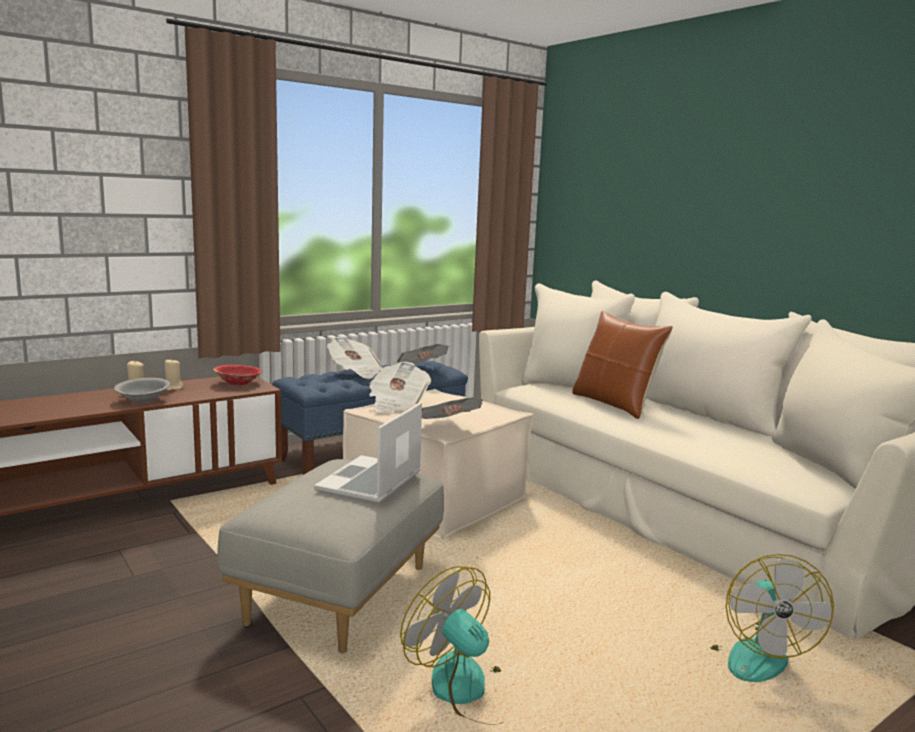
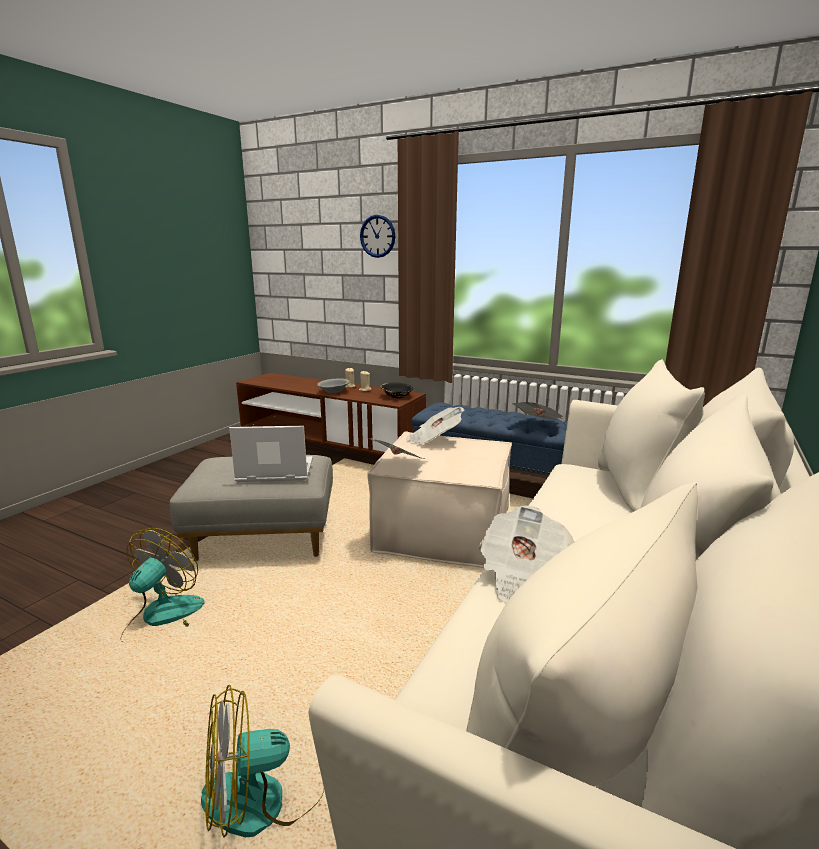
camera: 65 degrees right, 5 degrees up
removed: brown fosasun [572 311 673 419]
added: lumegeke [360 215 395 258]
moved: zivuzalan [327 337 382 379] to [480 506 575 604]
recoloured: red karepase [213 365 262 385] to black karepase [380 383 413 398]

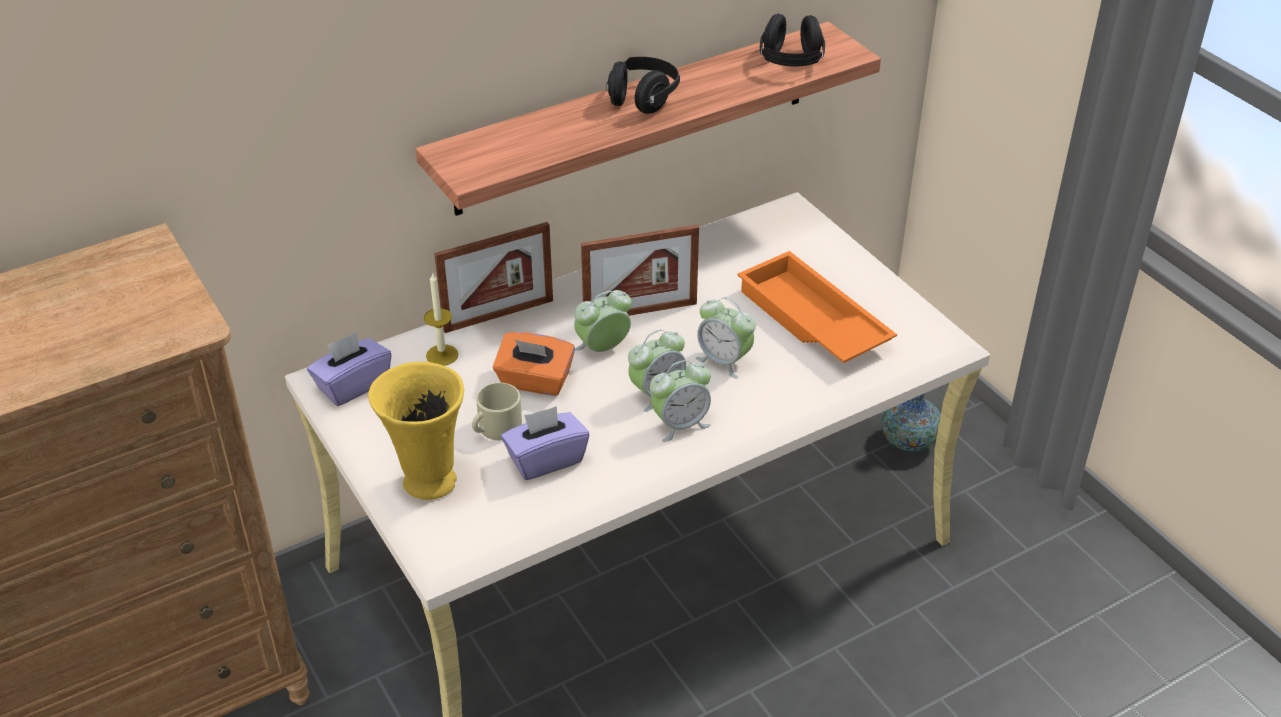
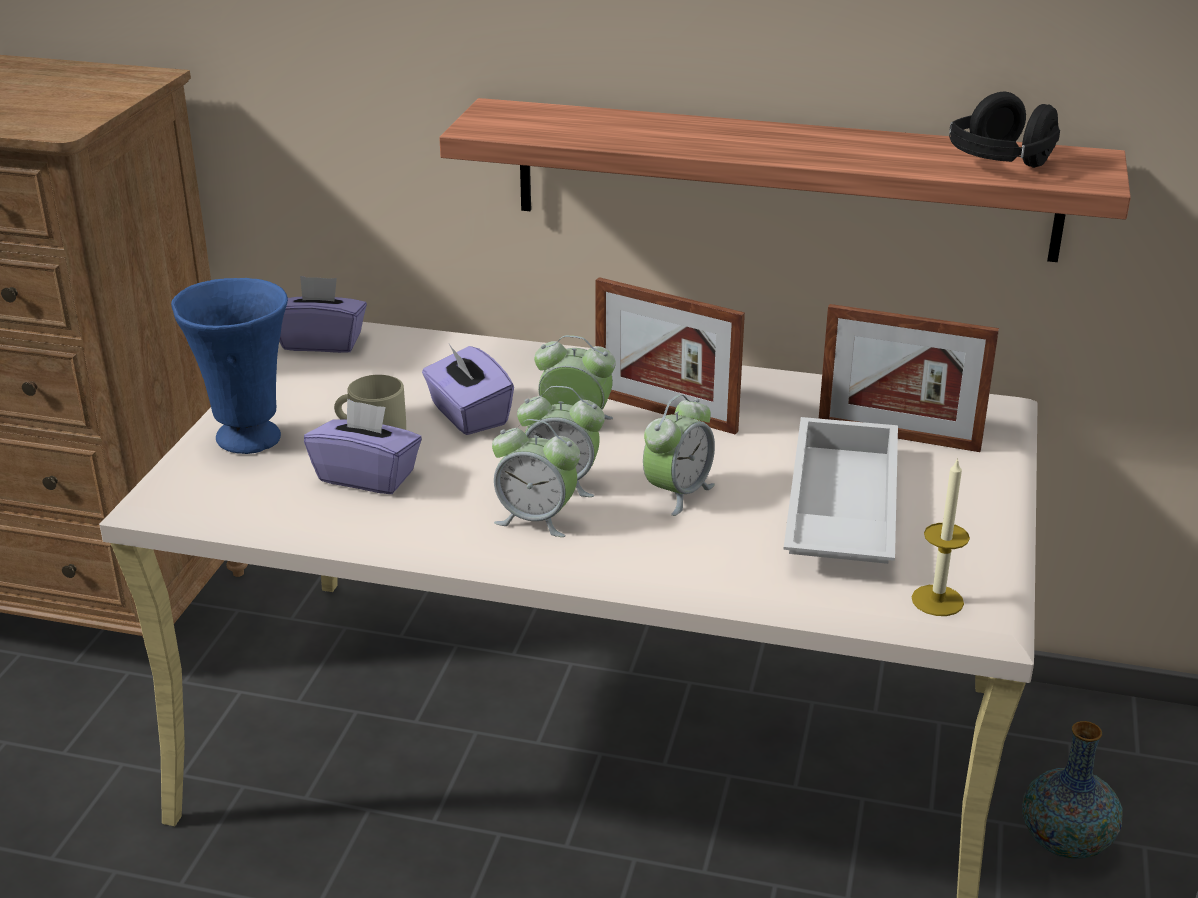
camera: 45 degrees right, 10 degrees down
removed: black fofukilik [607 57 680 114]
moved: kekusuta [434 222 553 333] to [819 304 999 452]; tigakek [424 273 458 366] to [912 458 970 616]
recoloured: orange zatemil [737 251 897 363] to white zatemil [783 417 898 564]; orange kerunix [493 332 575 396] to purple kerunix [422 344 514 435]; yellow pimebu [368 362 464 500] to blue pimebu [171 278 288 454]
turned: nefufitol [696 297 756 379] = [643 394 715 516] 135 degrees counterclockwise

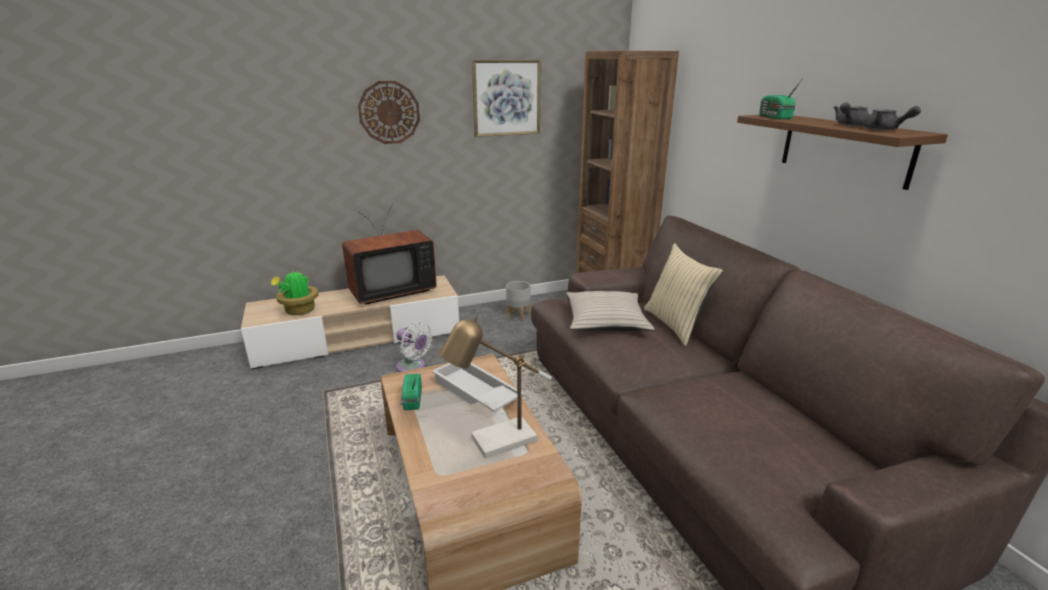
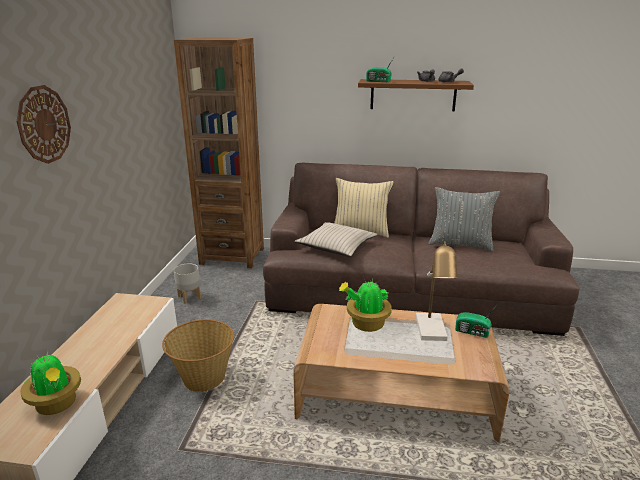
camera: 60 degrees left, 0 degrees up
removed: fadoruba [472 60 541 137]; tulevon [342 204 437 304]
added: grey fosasun [428 187 500 252]
moved: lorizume [400 374 422 410] to [455 305 497 338]
replaced: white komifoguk [396 321 433 372] to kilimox [162 319 234 392]; white zatemil [432 363 524 412] to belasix [339 279 392 332]

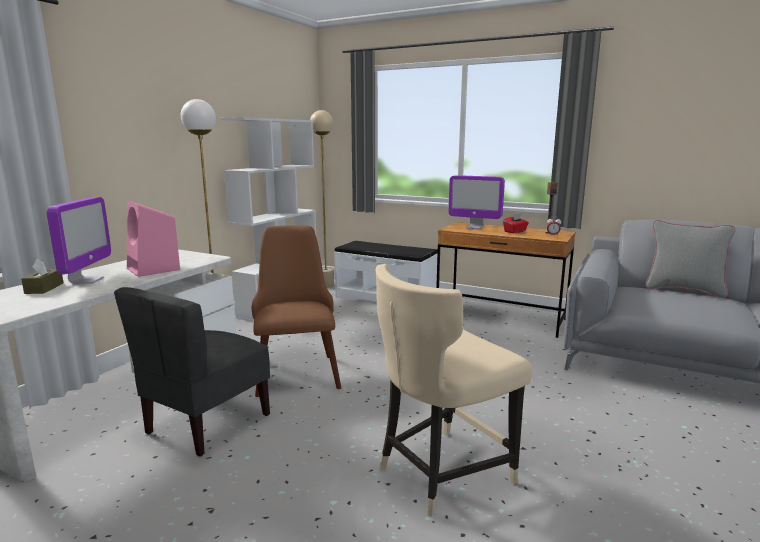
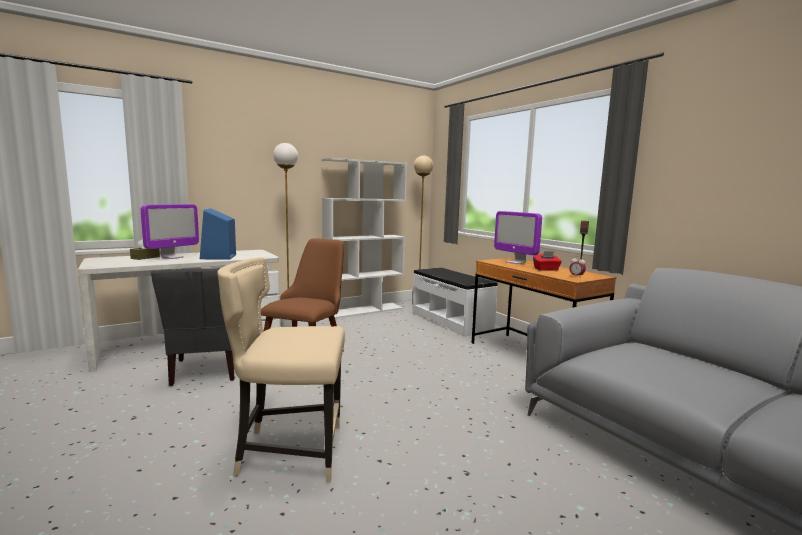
camera: 30 degrees right, 5 degrees down
removed: grey fosasun [646 220 735 298]
recoloured: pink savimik [127 200 180 277] to blue savimik [200 208 236 259]
turned: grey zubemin [114 287 270 457] = [151 268 235 386] 75 degrees counterclockwise

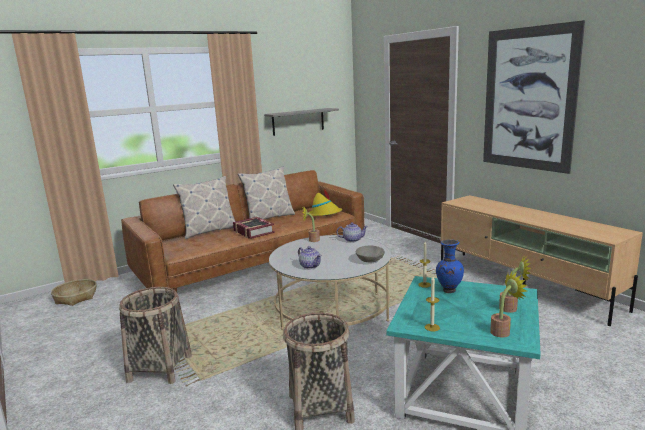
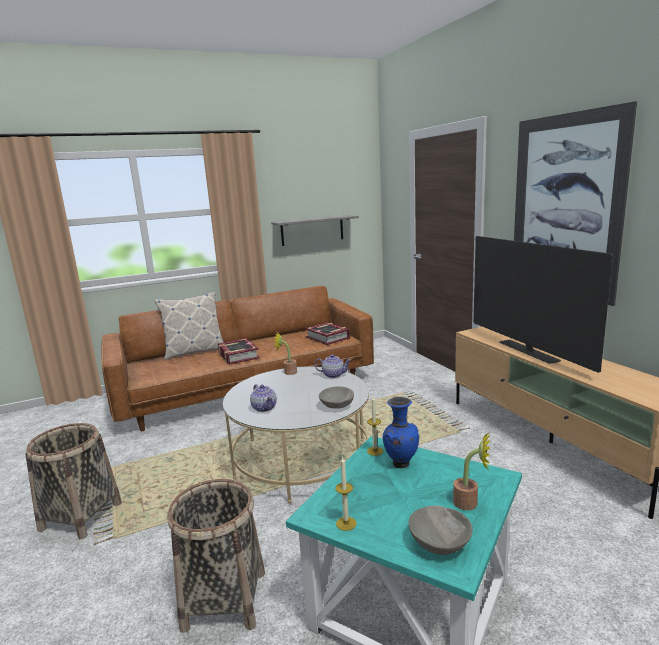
camera: 10 degrees right, 0 degrees up
removed: fosasun [238 167 295 219]; kilimox [51 279 97 306]
added: tulevon [473 236 613 373]
replaced: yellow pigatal [309 189 342 216] to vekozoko [305 322 350 345]; belasix [490 272 527 338] to grey karepase [409 505 473 555]

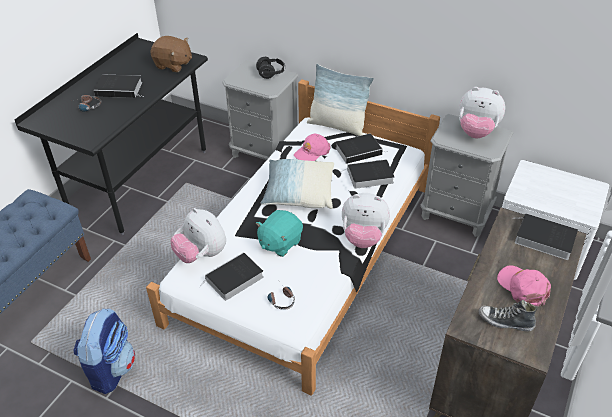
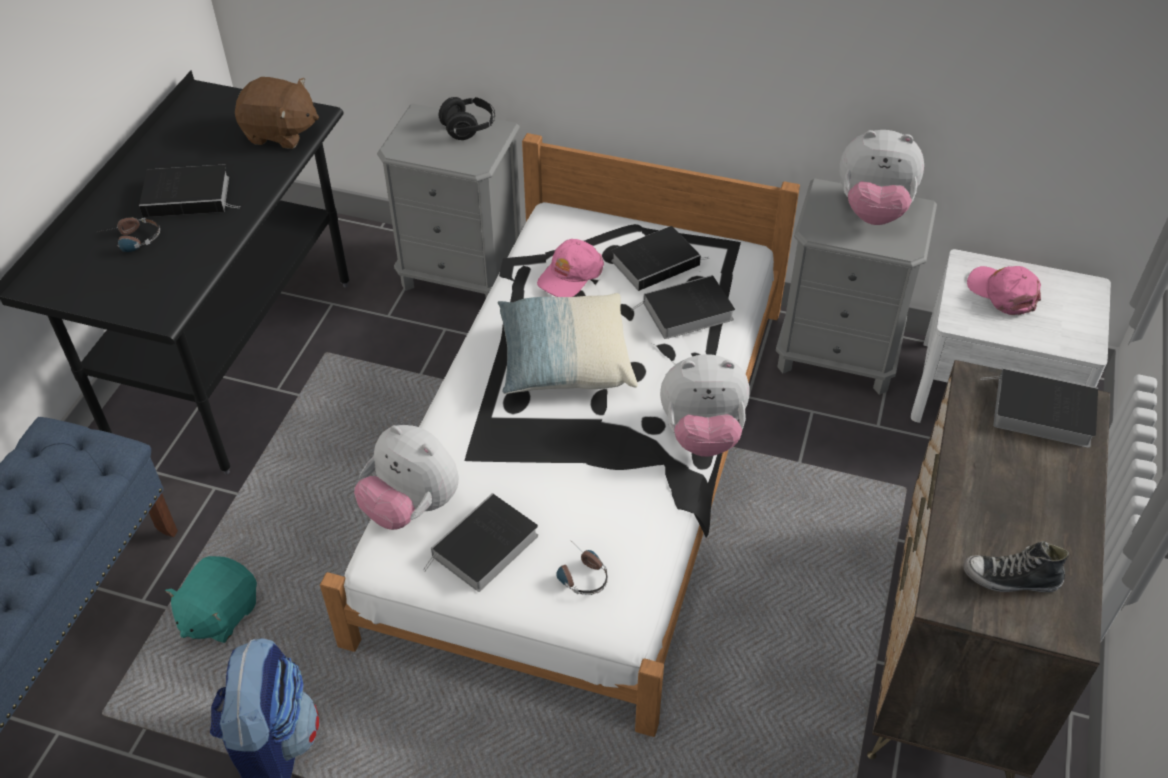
camera: 10 degrees left, 5 degrees up
removed: fosasun [307 64 374 136]
moved: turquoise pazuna [256 210 303 257] to [165 556 257 643]; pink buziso [497 265 551 306] to [967 266 1041 315]

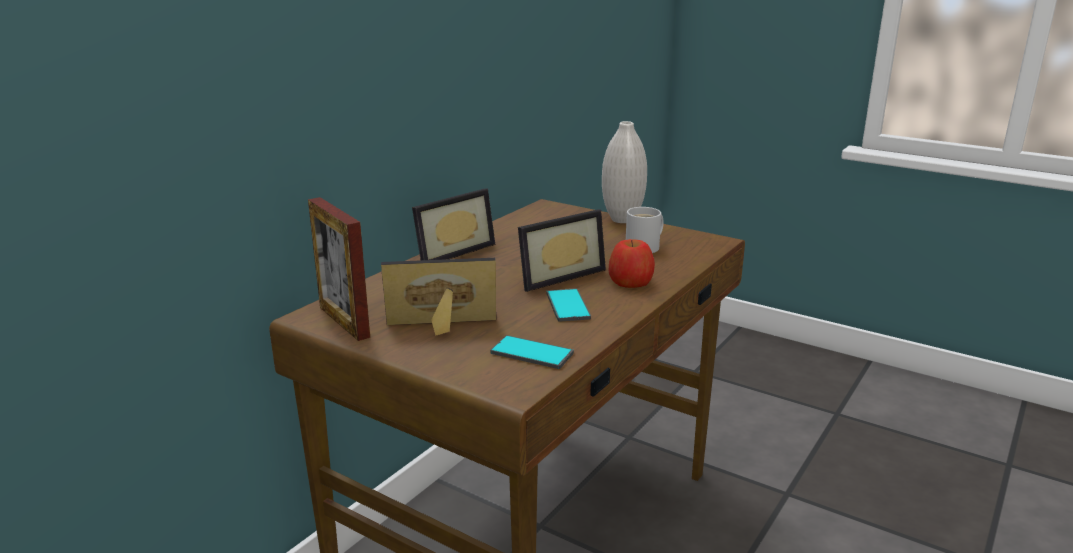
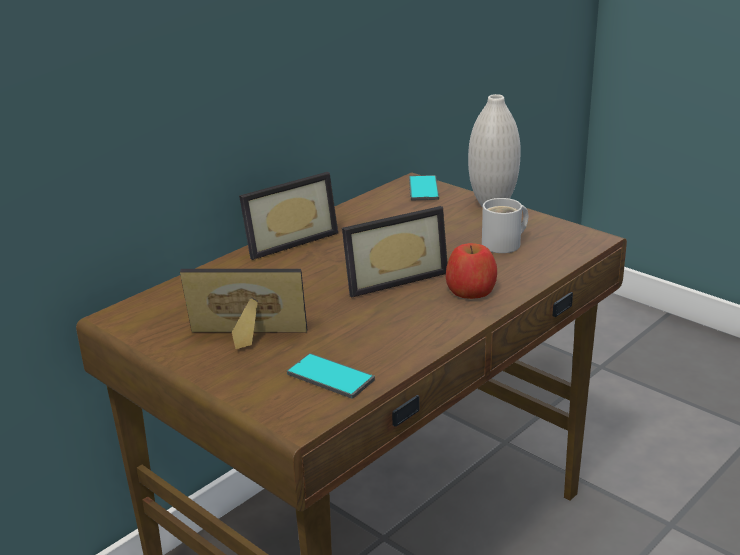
camera: 10 degrees right, 5 degrees up
removed: kekusuta [308 197 370 341]
moved: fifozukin [547 288 591 322] to [409 175 439 200]

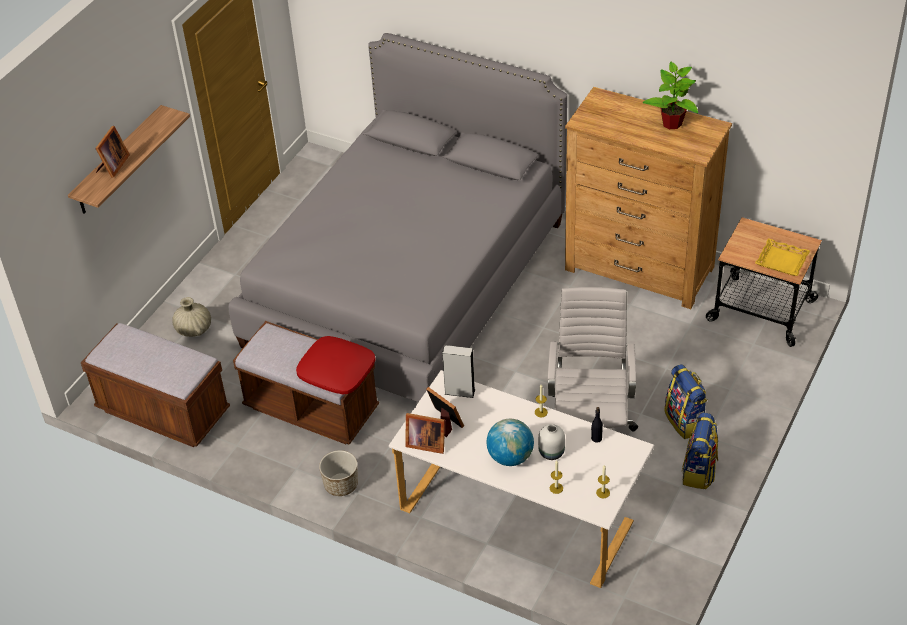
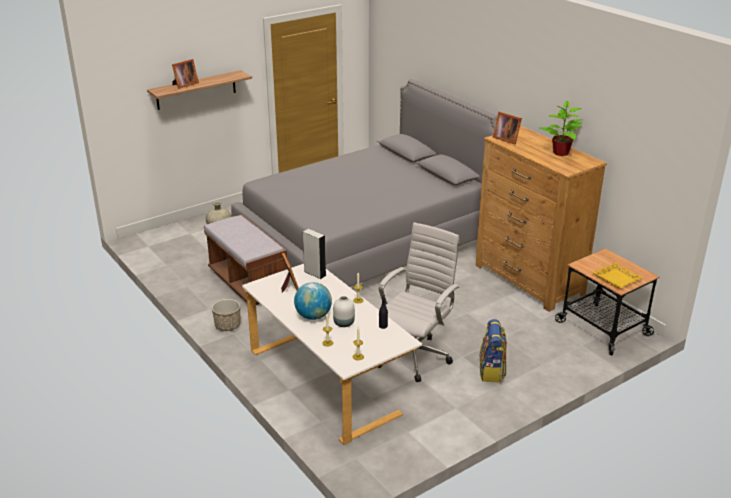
camera: 25 degrees right, 15 degrees down
removed: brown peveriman [81 323 230 447]; red fosasun [296 336 376 394]; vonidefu [682 413 718 490]
moved: kekusuta [405 413 445 454] to [493 112 522 145]

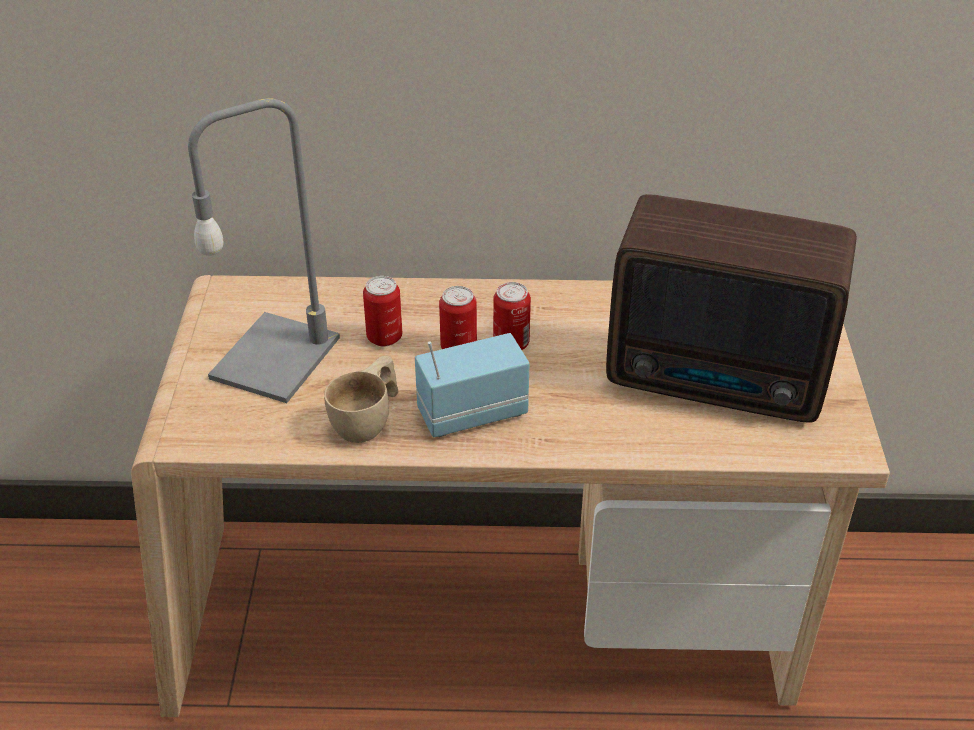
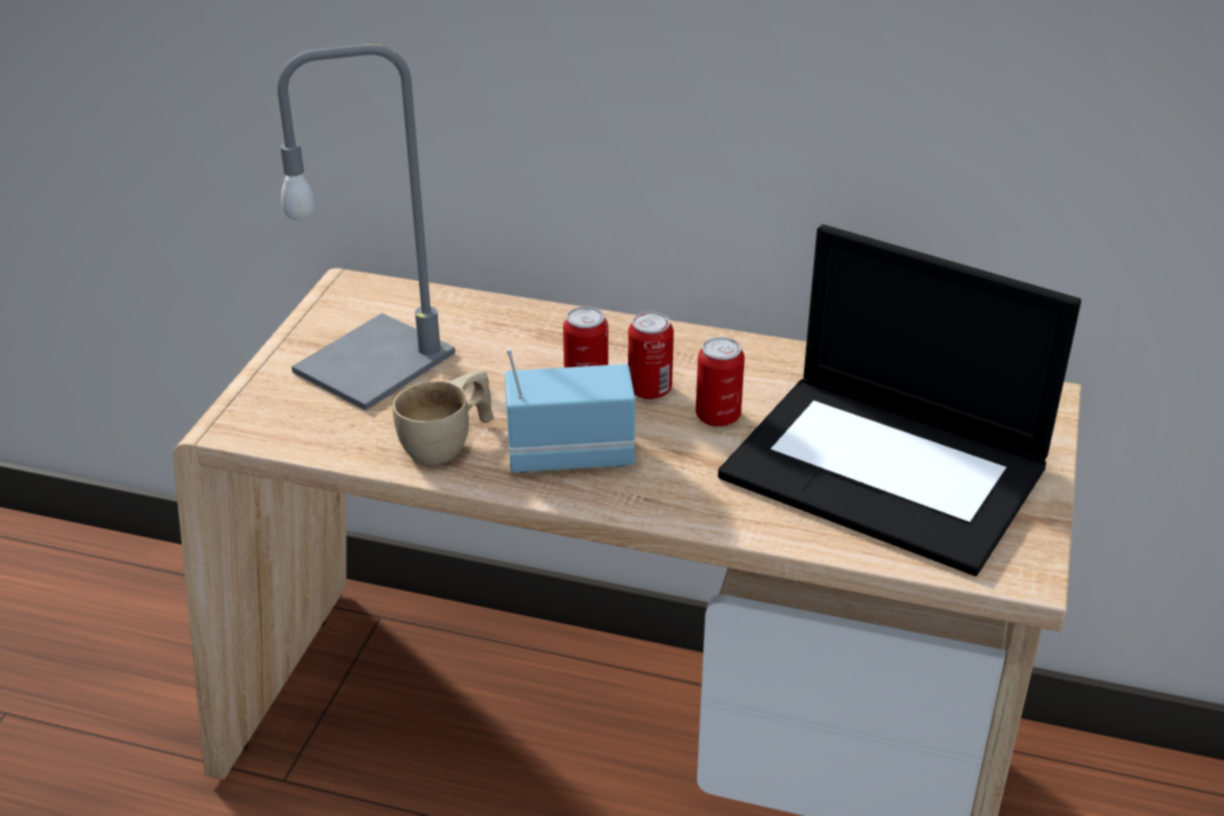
camera: 15 degrees right, 5 degrees down
moved: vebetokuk [363 276 402 347] to [696 337 745 427]
replaced: lorizume [606 194 857 423] to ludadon [718 224 1081 576]

